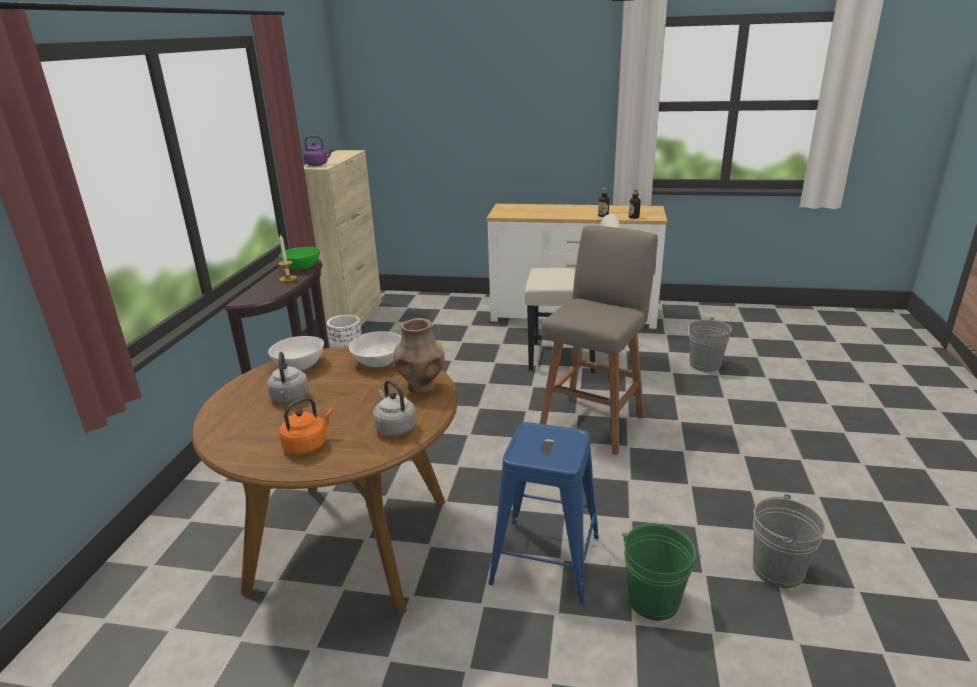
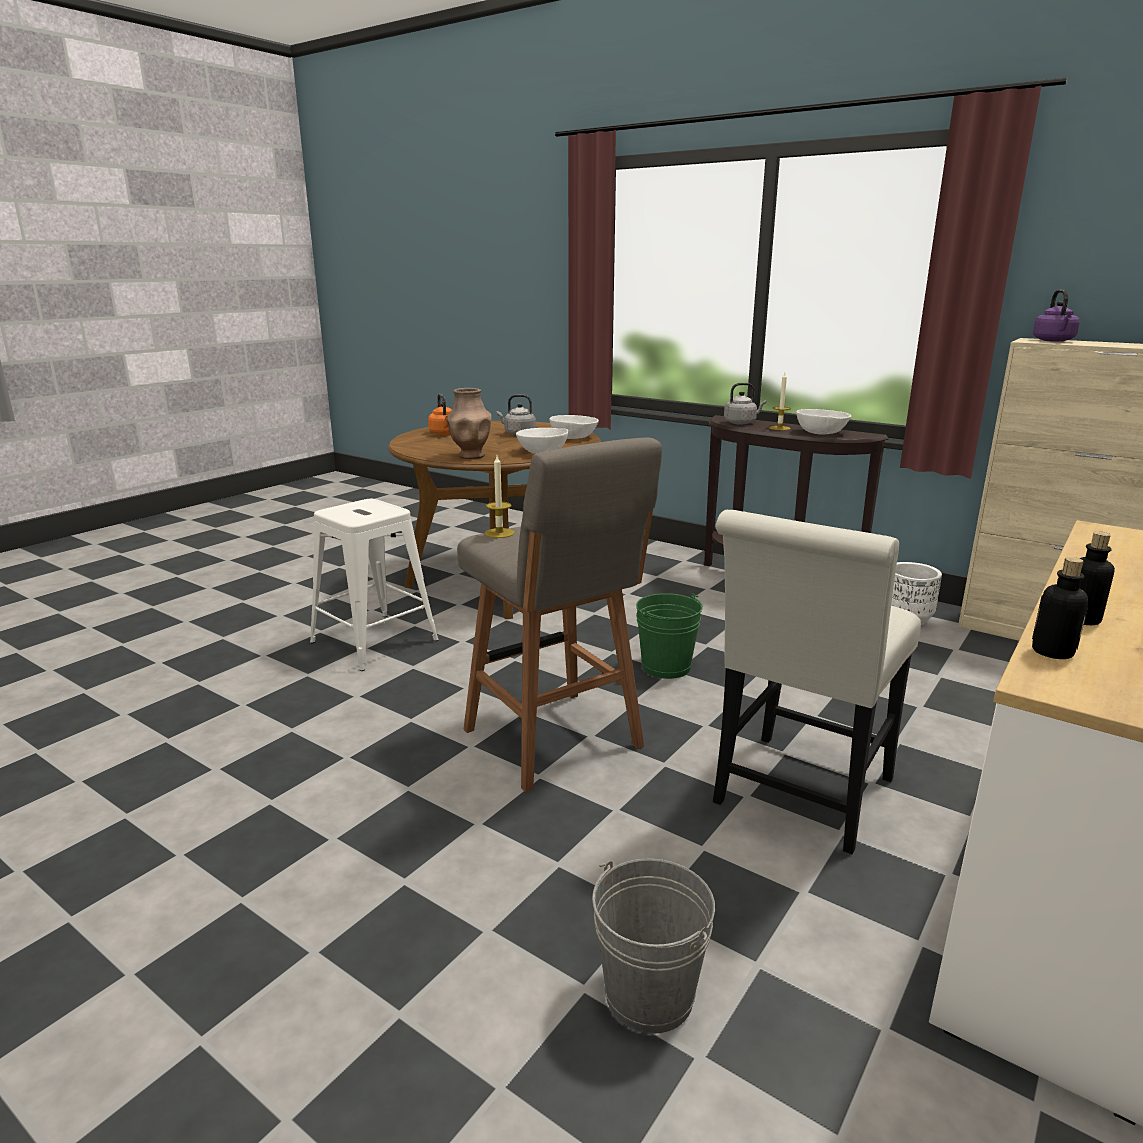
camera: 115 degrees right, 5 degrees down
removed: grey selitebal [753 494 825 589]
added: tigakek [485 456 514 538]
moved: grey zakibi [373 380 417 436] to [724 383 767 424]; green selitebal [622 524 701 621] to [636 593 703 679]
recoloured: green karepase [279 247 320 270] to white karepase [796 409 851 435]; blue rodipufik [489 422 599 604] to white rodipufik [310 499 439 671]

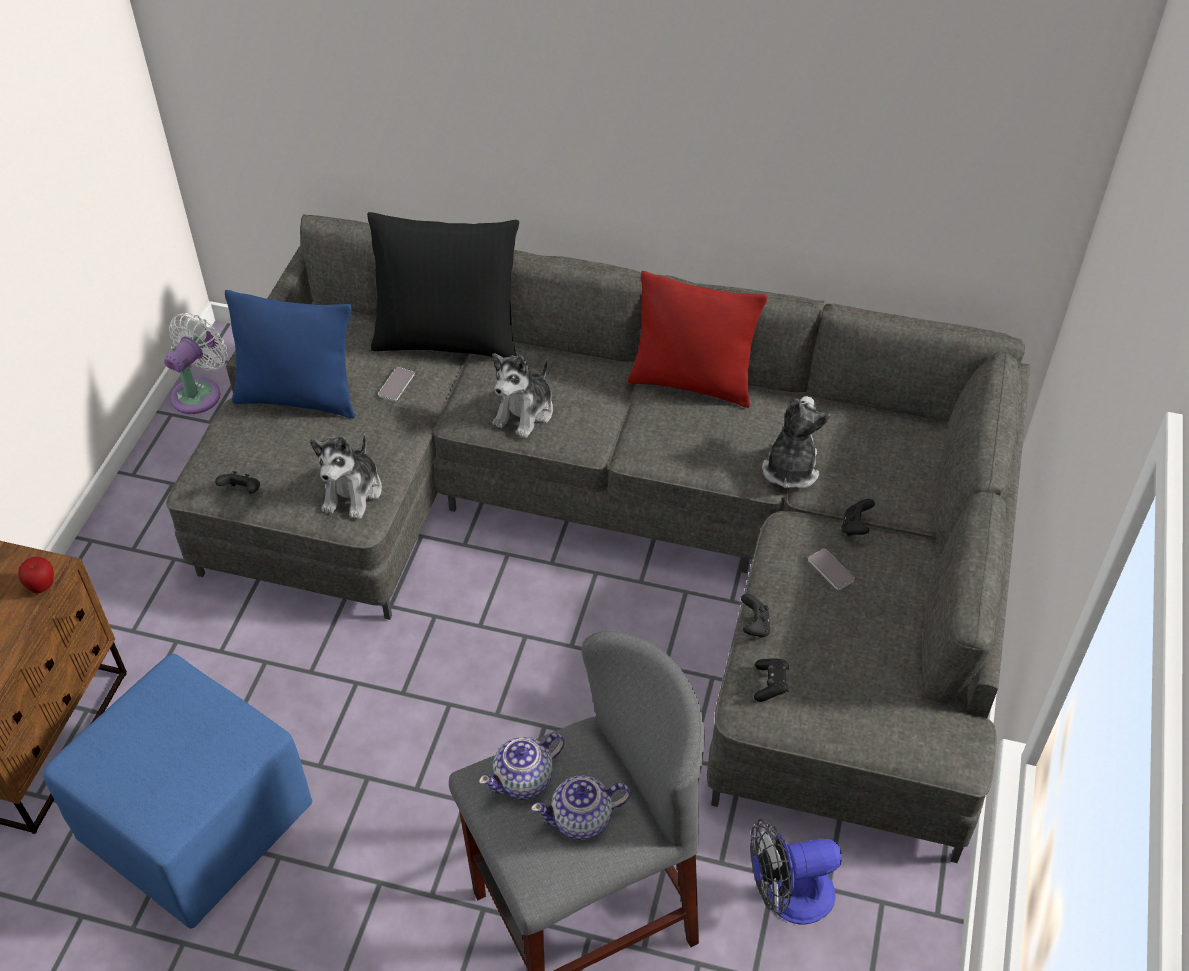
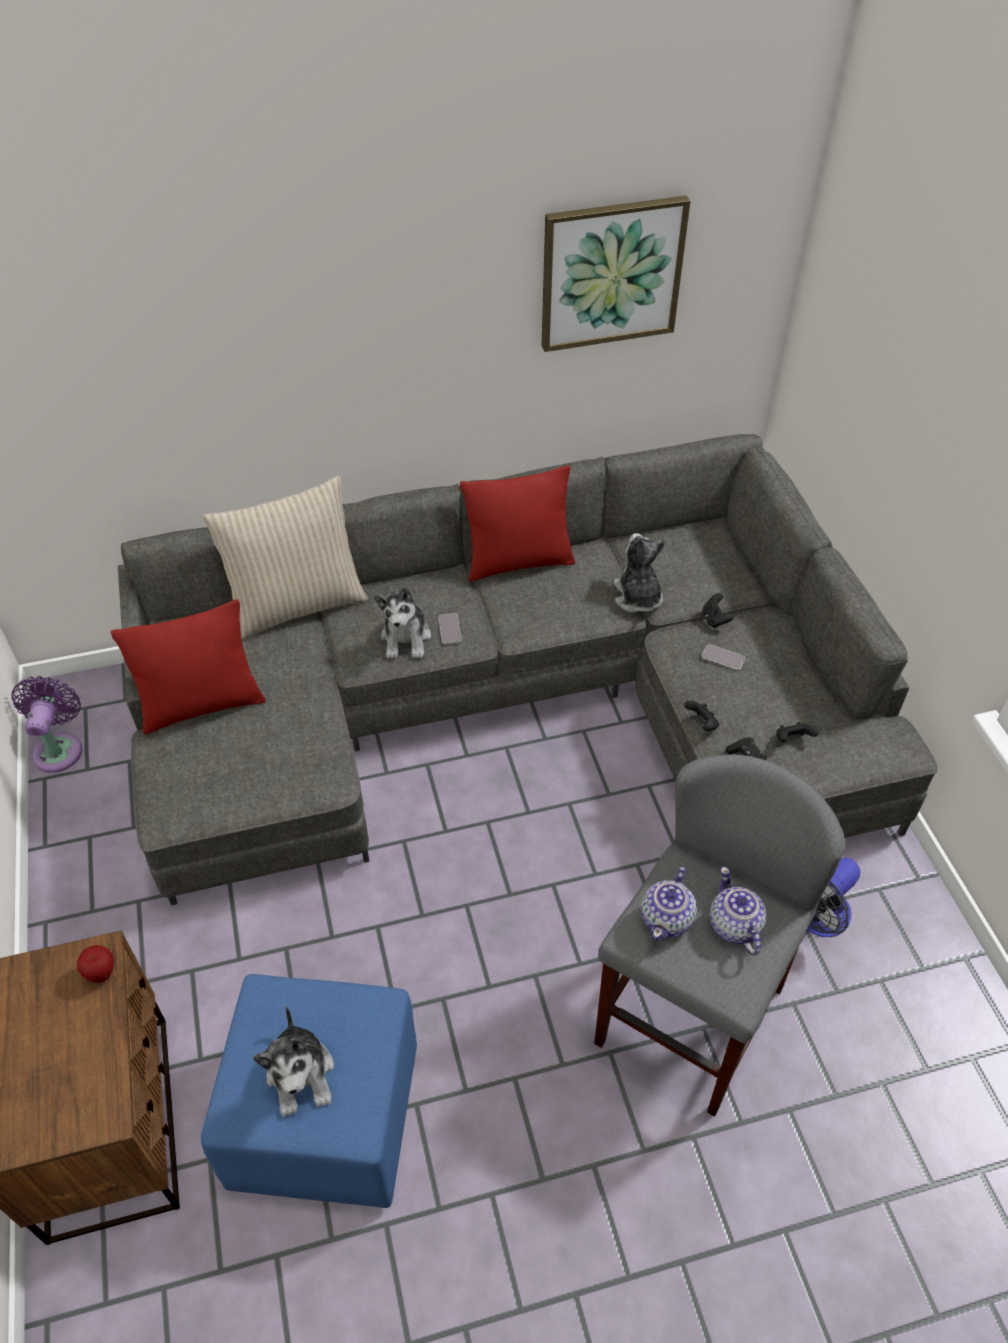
camera: 30 degrees left, 0 degrees up
added: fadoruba [542 195 690 352]
moved: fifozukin [378 367 415 401] to [438 613 461 644]; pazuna [310 434 382 519] to [253 1006 334 1117]; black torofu [215 471 260 494] to [776 722 819 743]
recoloured: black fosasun [367 212 519 357] to beige fosasun [202 476 368 639]; blue fosasun [225 290 355 418] to red fosasun [111 599 266 735]; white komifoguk [164 313 228 414] to purple komifoguk [12 676 82 773]
turned: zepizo [531 775 631 840] = [710 867 767 956] 120 degrees clockwise

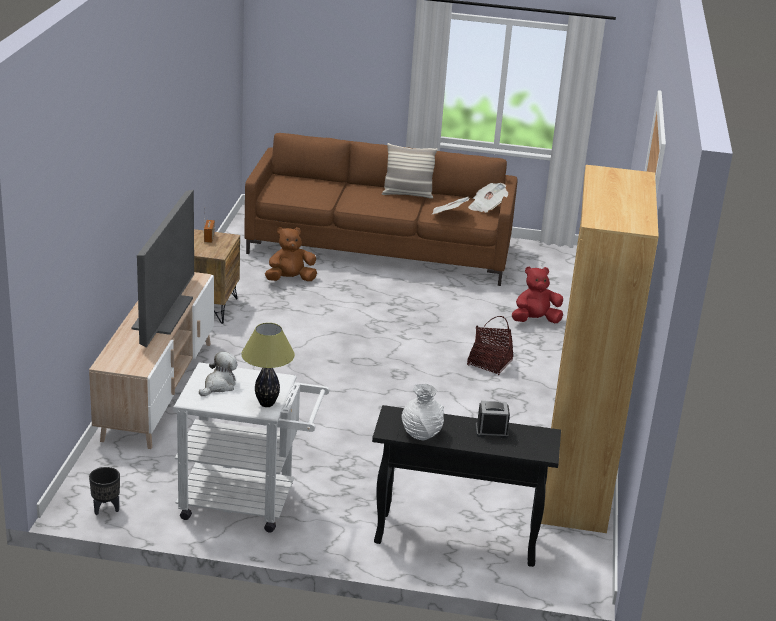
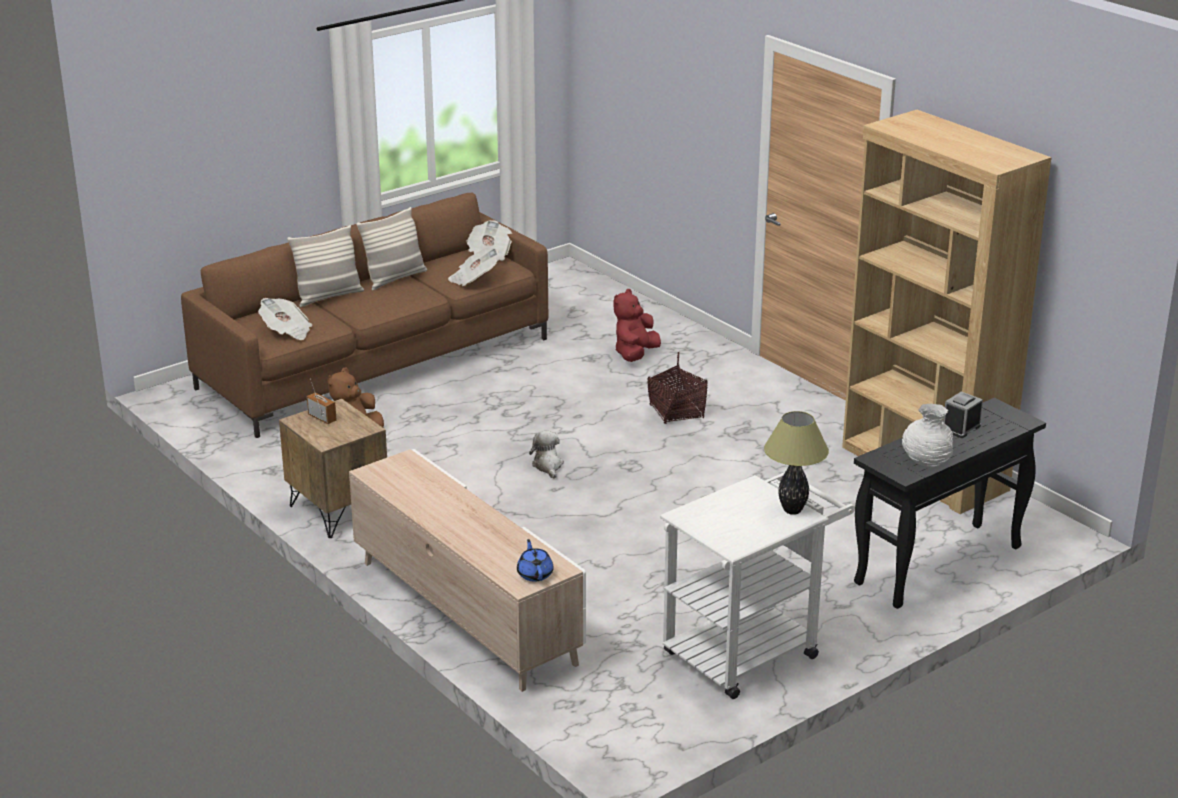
camera: 45 degrees left, 0 degrees up
removed: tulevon [132 190 194 347]; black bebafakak [89 467 120 515]
added: fosasun [287 225 364 307]; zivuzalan [258 298 312 340]; blue zepizo [517 539 554 582]
moved: pazuna [199 351 238 396] to [529 431 564 479]

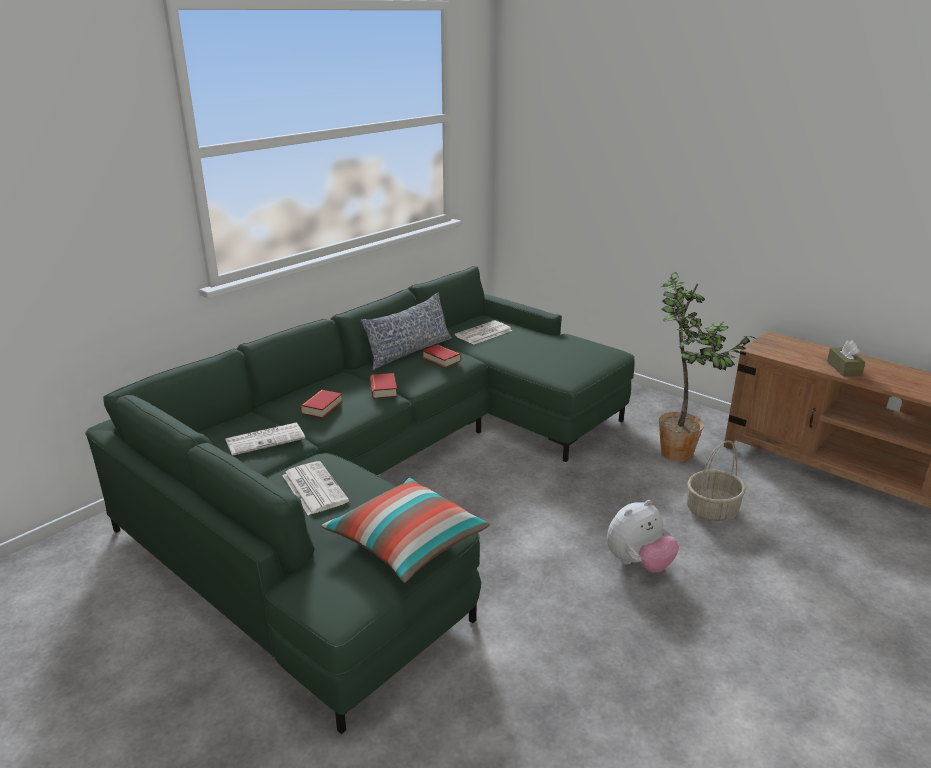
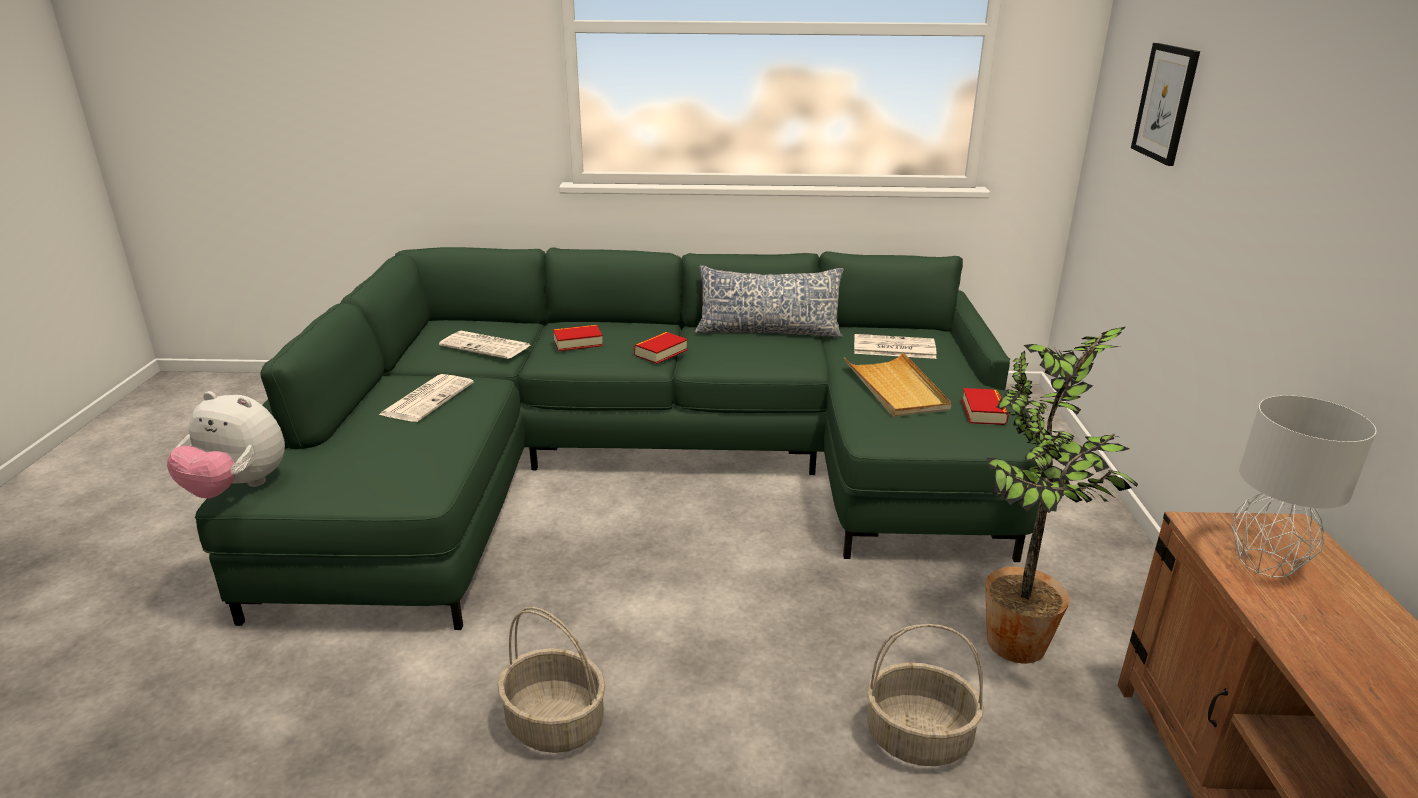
camera: 50 degrees right, 0 degrees up
removed: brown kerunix [827 340 865 376]; fosasun [321 478 490 583]
added: fadoruba [1131 43 1200 166]; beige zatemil [844 352 952 417]; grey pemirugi [1232 395 1376 577]; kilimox [497 607 606 753]
moved: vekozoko [423 345 461 368] to [962 388 1009 425]; pazuna [607 500 679 573] to [167 391 285 498]

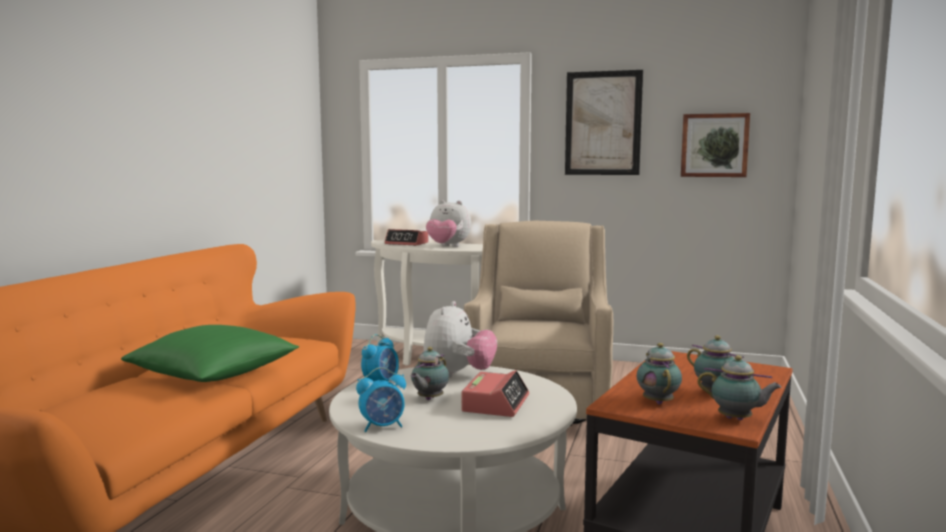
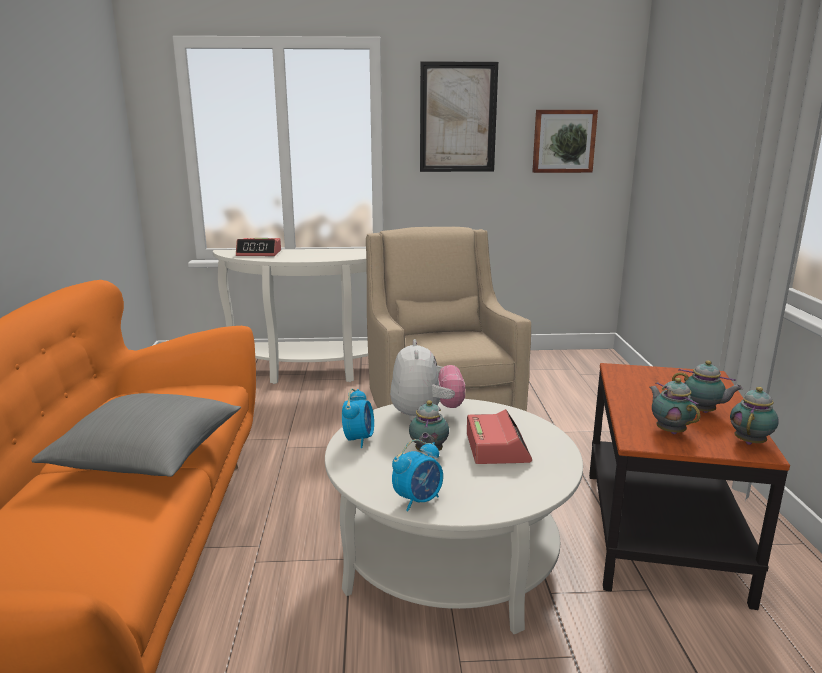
camera: 20 degrees left, 10 degrees up
removed: pazuna [426 200 471 247]
recoloured: green fosasun [121 325 299 382] to grey fosasun [31 393 241 477]
turned: zepizo [697 355 782 420] = [730 387 779 445] 60 degrees counterclockwise

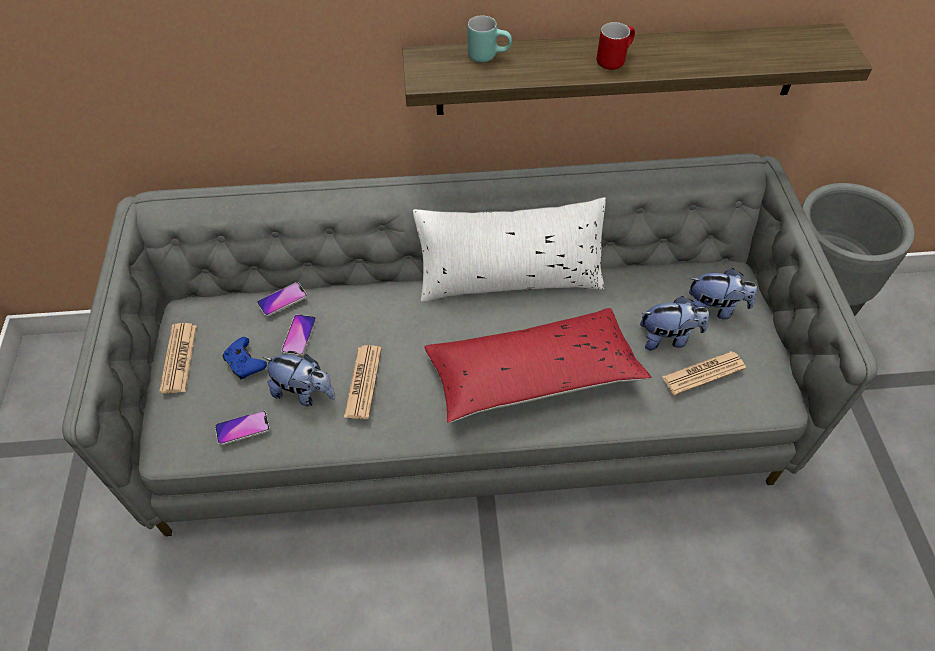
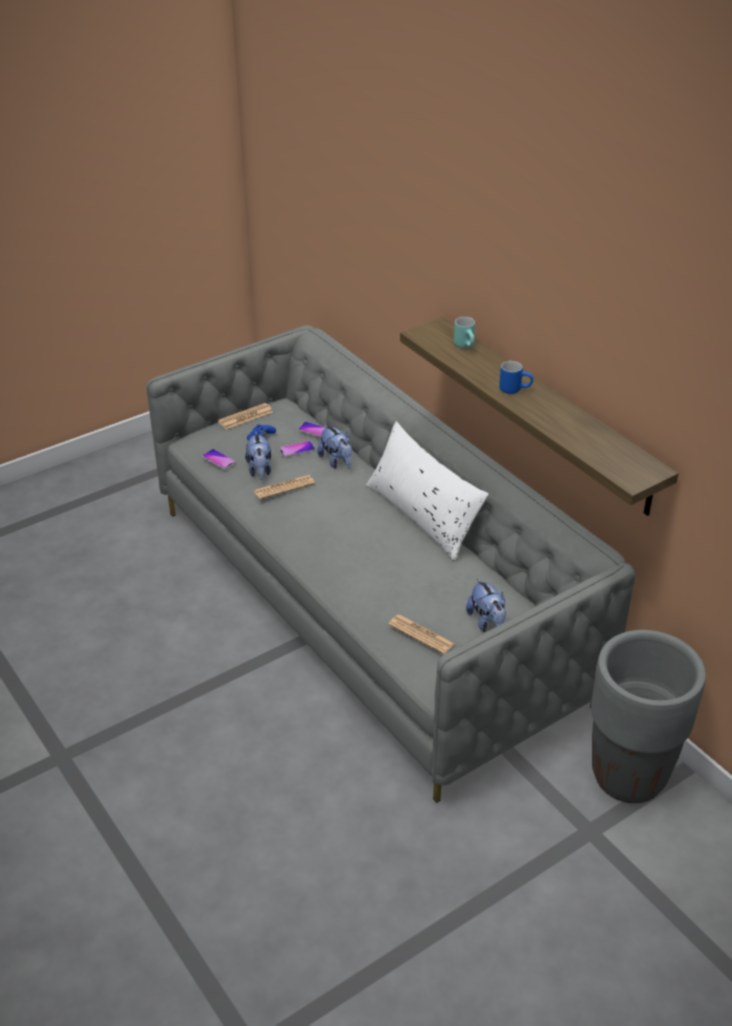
camera: 60 degrees right, 15 degrees down
removed: red fosasun [424 308 651 423]
moved: pazuna [640 296 709 350] to [317 425 352 469]
recoloured: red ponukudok [597 22 635 70] to blue ponukudok [499 361 533 394]

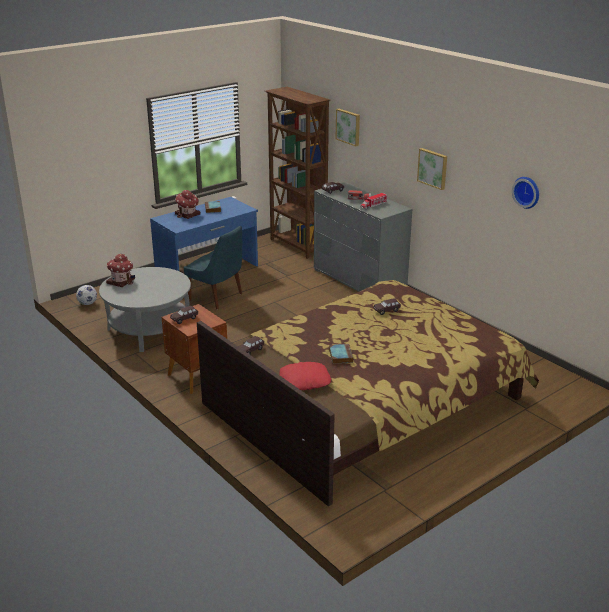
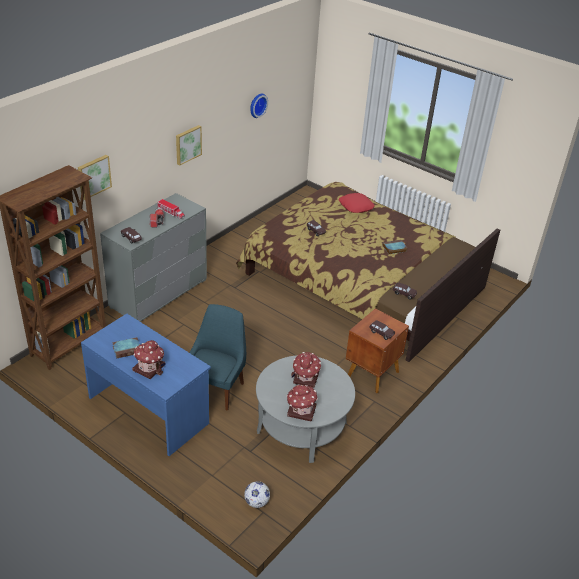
camera: 105 degrees left, 10 degrees up
added: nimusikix [291 352 321 388]
moved: red fosasun [279 362 331 390] to [339 193 375 213]

